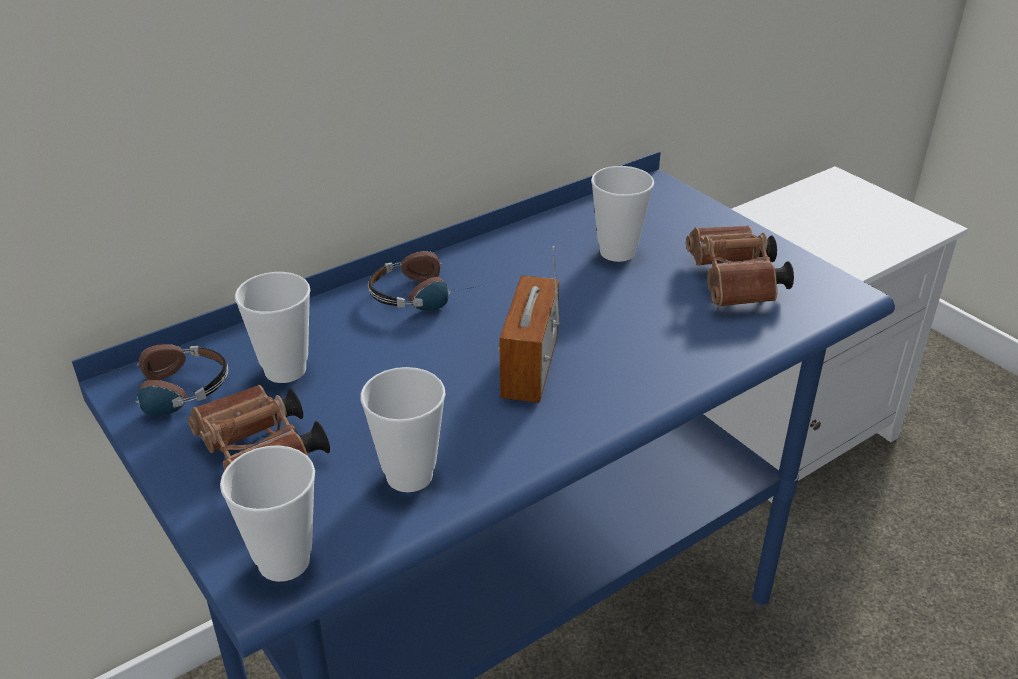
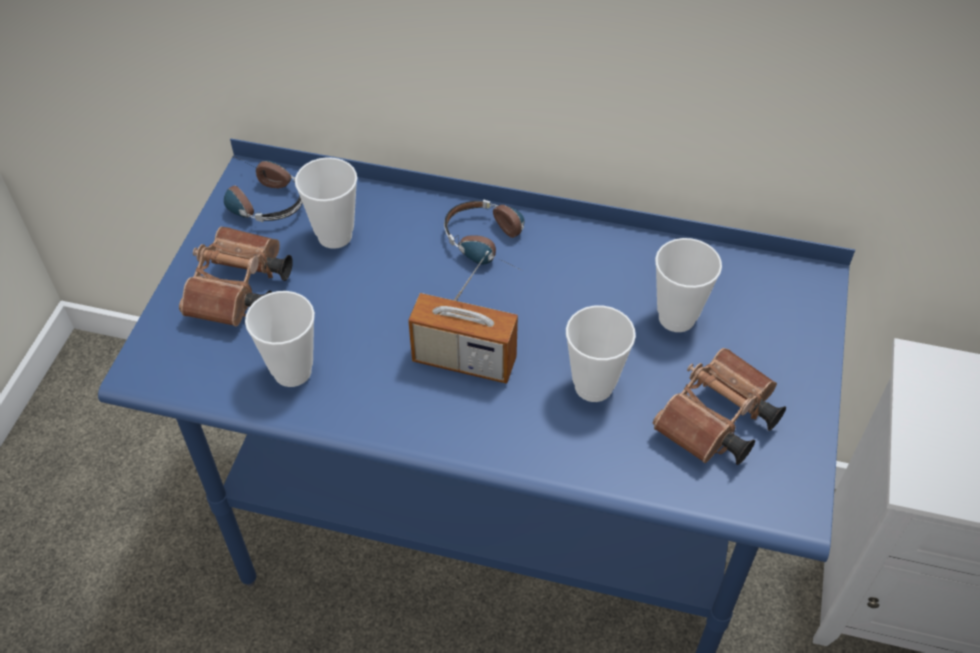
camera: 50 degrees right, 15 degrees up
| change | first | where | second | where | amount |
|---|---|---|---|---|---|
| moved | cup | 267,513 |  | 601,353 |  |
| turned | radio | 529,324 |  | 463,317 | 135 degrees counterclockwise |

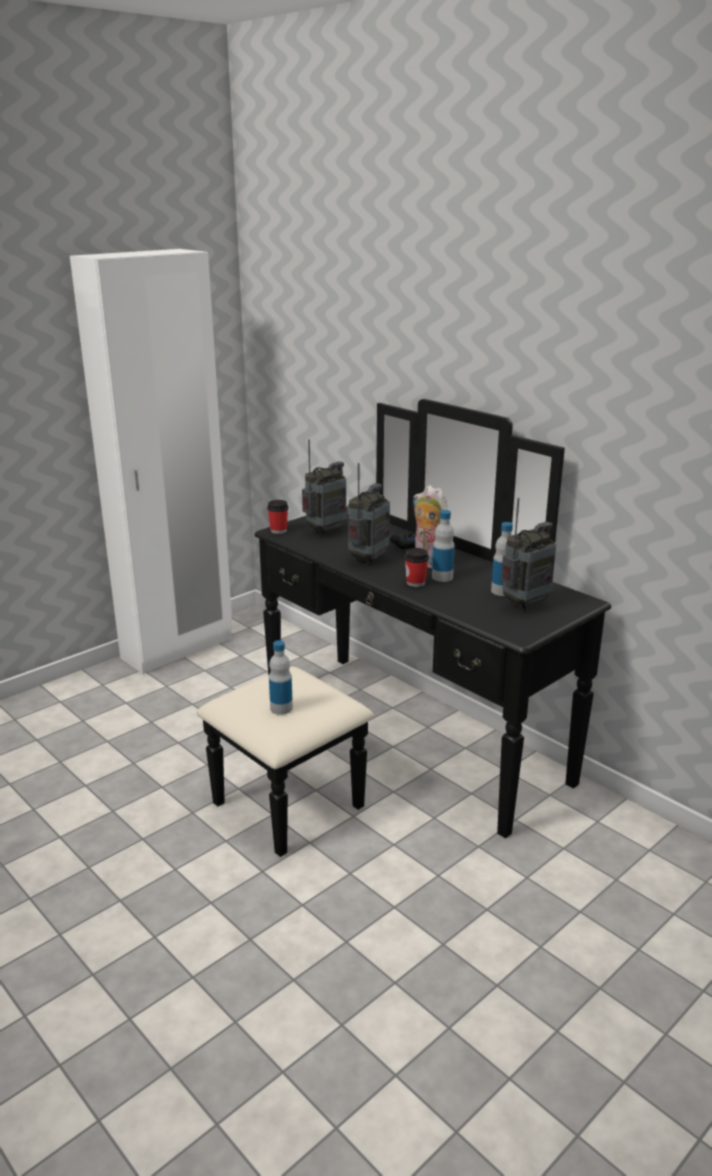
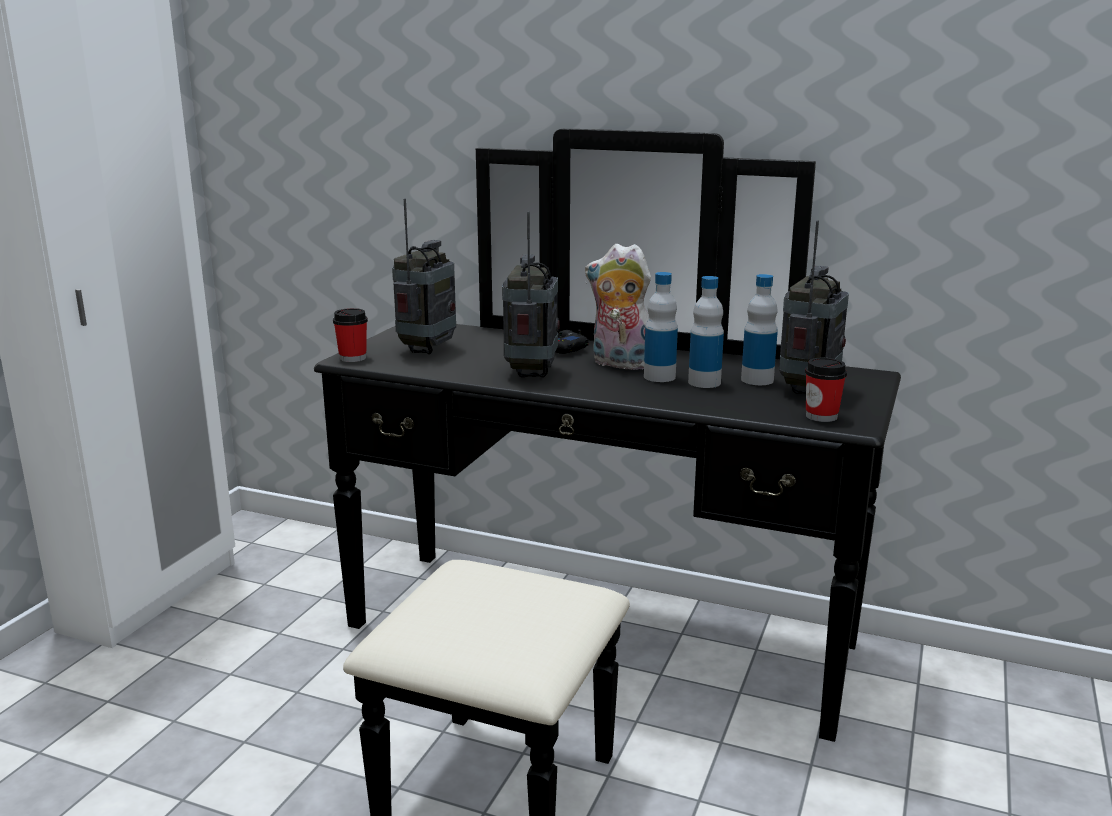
camera: 25 degrees left, 5 degrees down
| change | first | where | second | where | amount |
|---|---|---|---|---|---|
| moved | bottle | 281,677 |  | 706,332 |  |
| moved | cup | 416,567 |  | 826,390 |  |

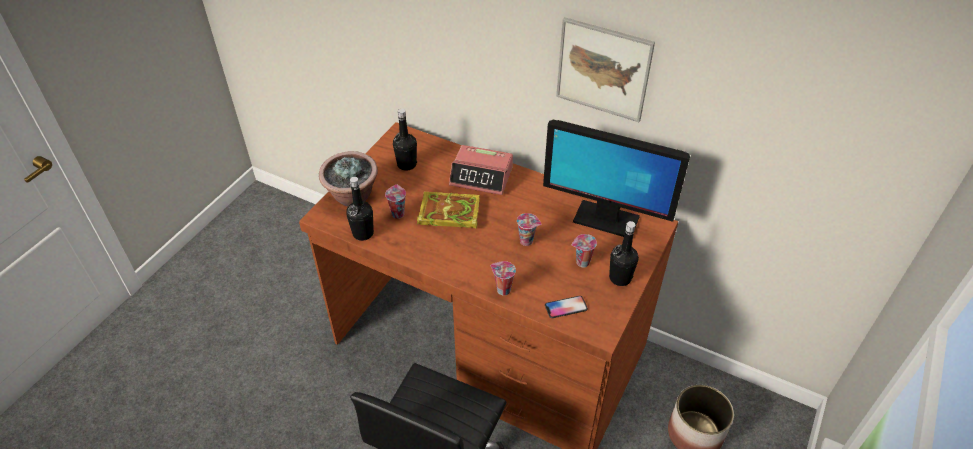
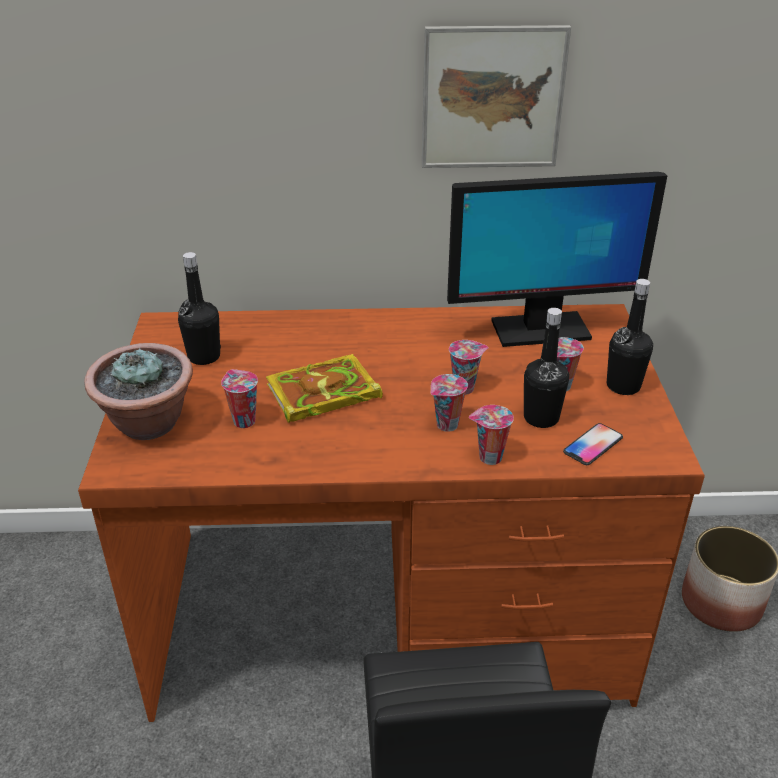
camera: 30 degrees left, 10 degrees down
| change | first | where | second | where | amount |
|---|---|---|---|---|---|
| moved | black bottle | 360,209 |  | 546,368 |  |
| removed | alarm clock | 481,170 |  |  |  |
| added |  |  | cup | 449,403 |  |

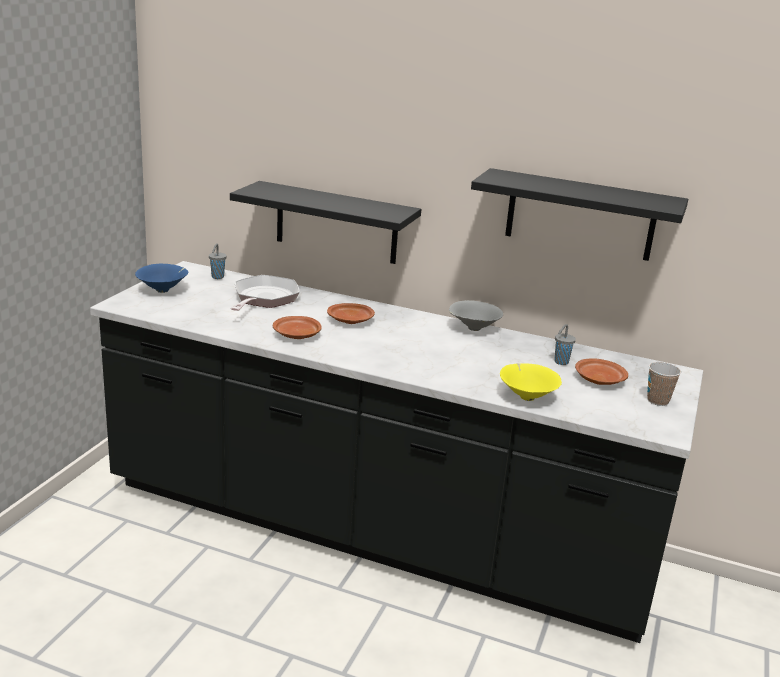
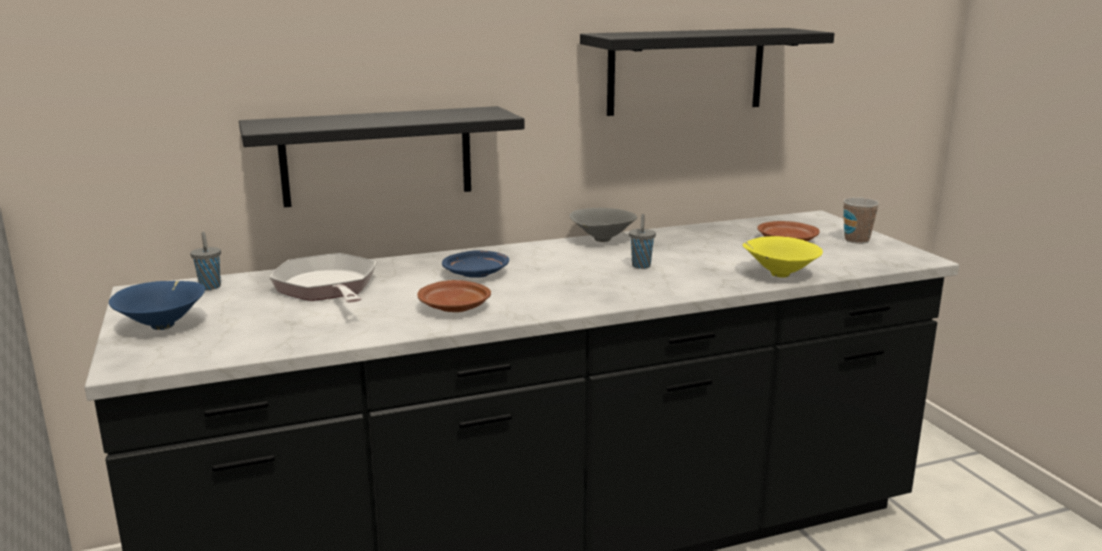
camera: 40 degrees left, 5 degrees down
| change | first | where | second | where | amount |
|---|---|---|---|---|---|
| recoloured | brown plate | 351,313 | blue plate | 475,264 |  |
| moved | grey cup | 565,344 |  | 642,241 |  |

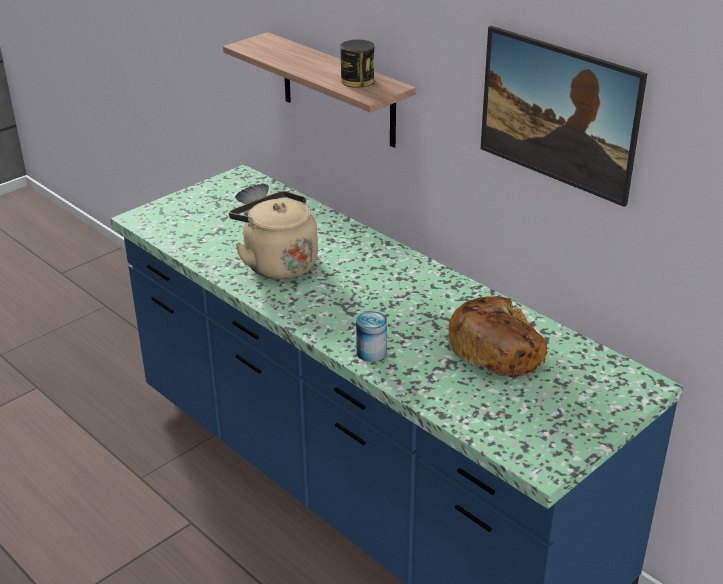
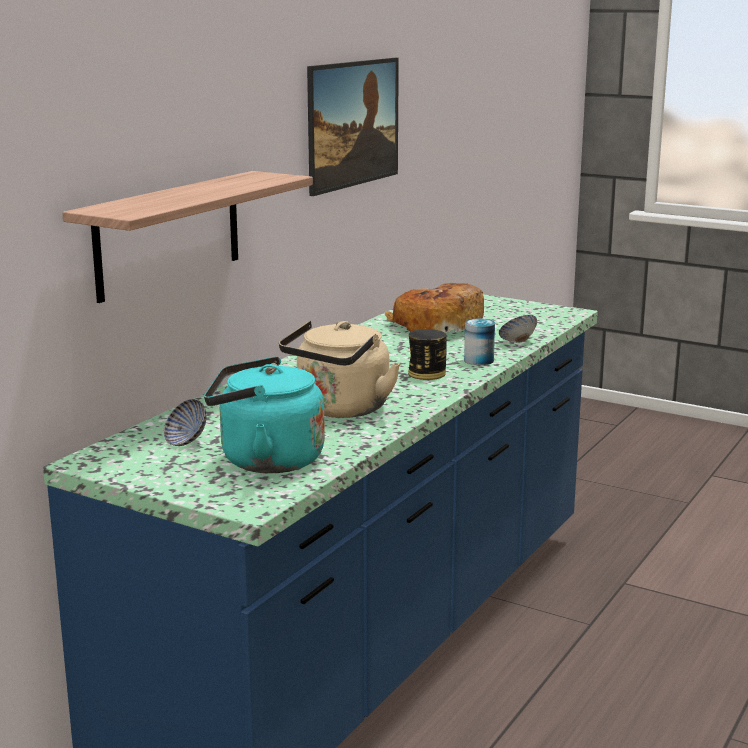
camera: 105 degrees left, 15 degrees down
| change | first | where | second | where | amount |
|---|---|---|---|---|---|
| moved | can | 357,64 |  | 427,354 |  |
| added |  |  | turquoise kettle | 264,415 |  |
| added |  |  | bowl | 518,328 |  |

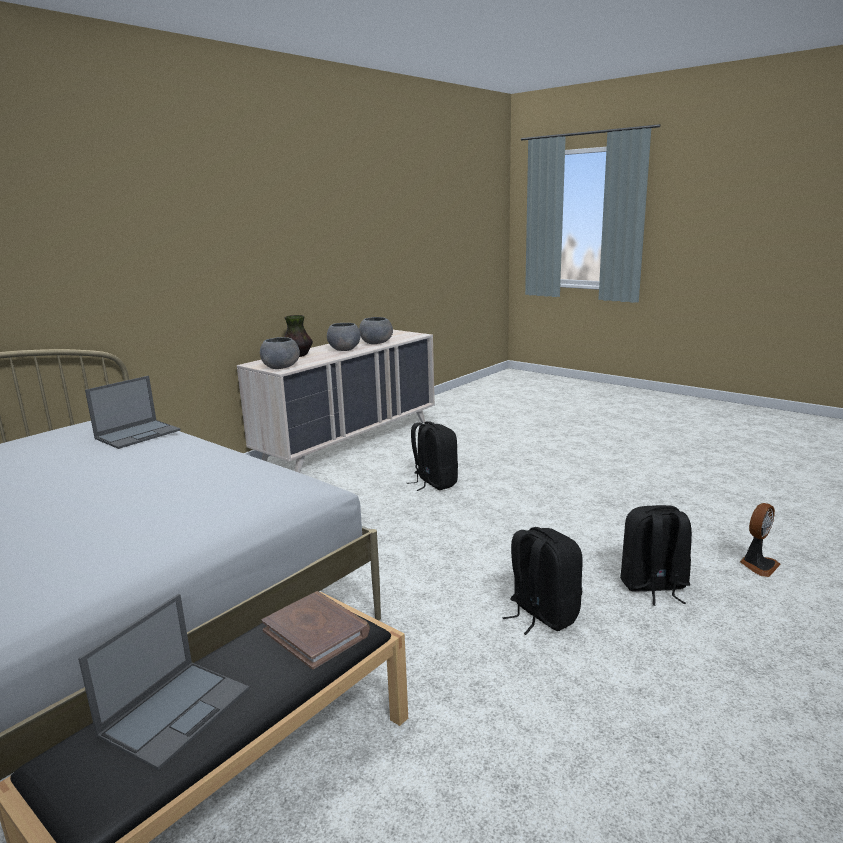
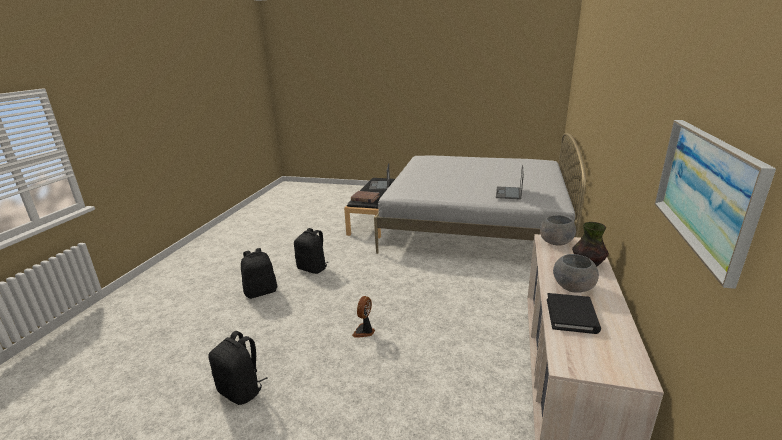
camera: 155 degrees right, 5 degrees up
| change | first | where | second | where | amount |
|---|---|---|---|---|---|
| replaced | grey bowl | 376,330 | black book | 574,313 |  |
| moved | black backpack | 432,456 |  | 238,368 |  |
| moved | fan | 760,540 |  | 363,317 |  |
| added |  |  | picture | 715,204 |  |

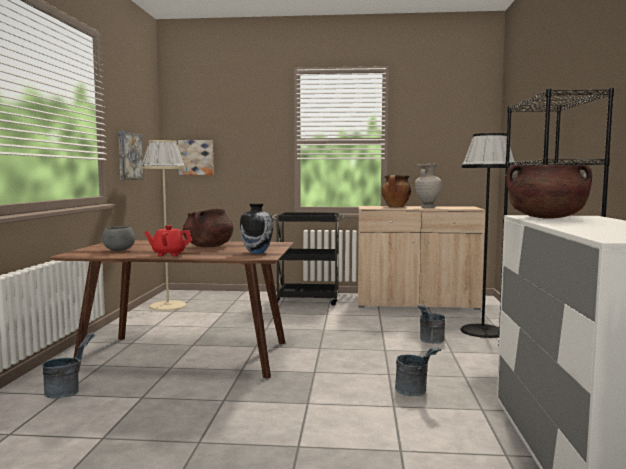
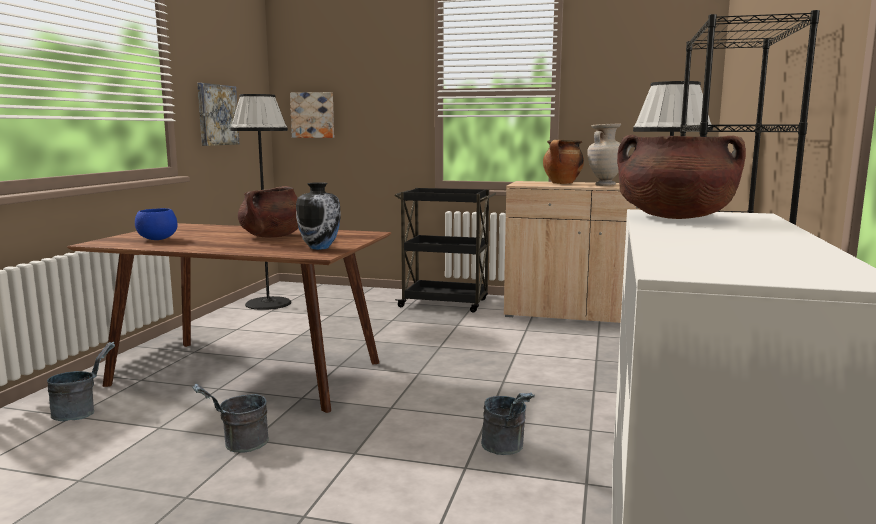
camera: 10 degrees right, 5 degrees up
| change | first | where | second | where | amount |
|---|---|---|---|---|---|
| recoloured | grey bowl | 118,238 | blue bowl | 156,224 |  |
| recoloured | beige floor lamp | 163,225 | black floor lamp | 260,202 |  |
| removed | red teapot | 168,240 |  |  |  |
| moved | grey bucket | 431,324 |  | 230,418 |  |

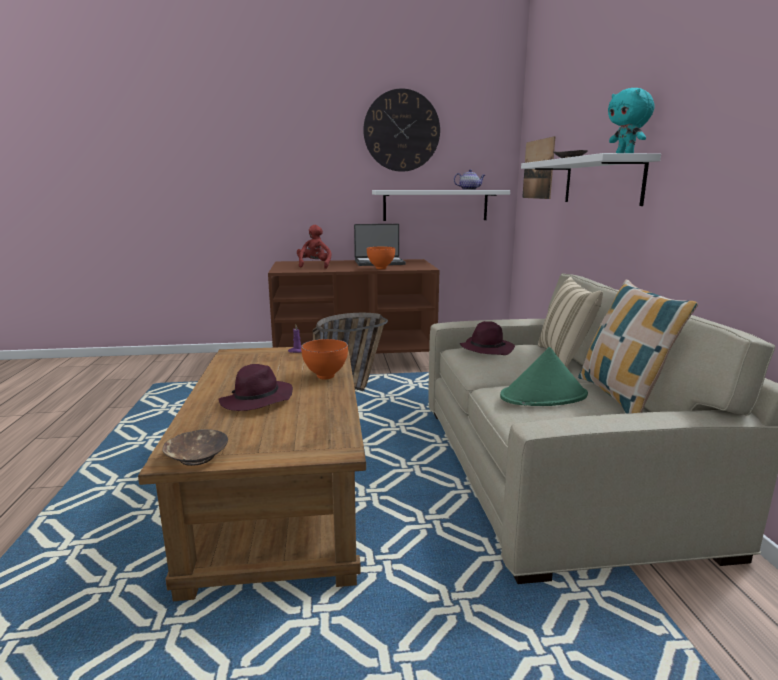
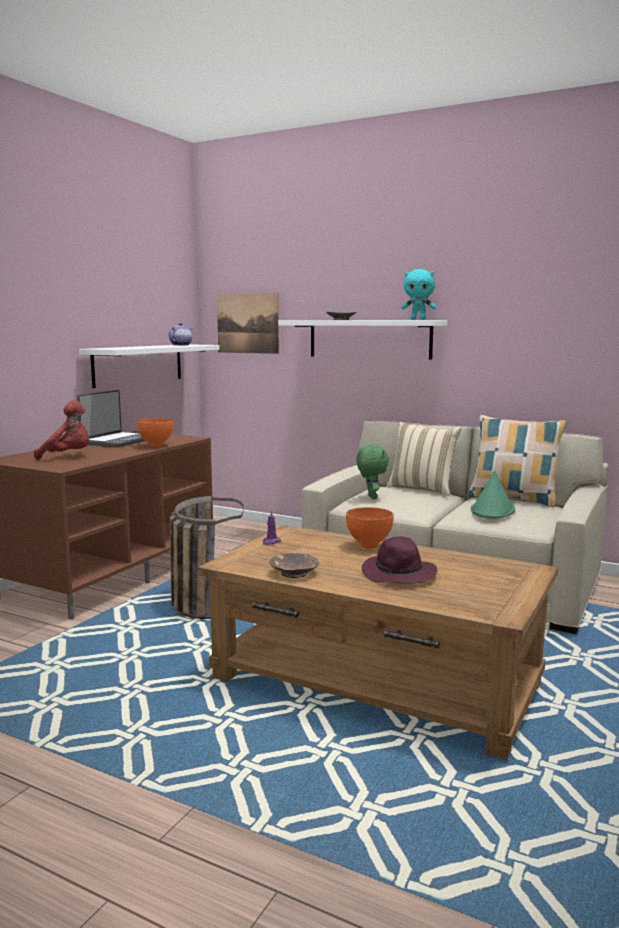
camera: 55 degrees left, 5 degrees down
| change | first | where | second | where | amount |
|---|---|---|---|---|---|
| moved | brown bowl | 195,447 |  | 294,565 |  |
| turned | red plush toy | 314,247 |  | 61,430 | 150 degrees clockwise |
| removed | wall clock | 401,130 |  |  |  |
| replaced | purple hat | 487,338 | green plush toy | 372,472 |  |

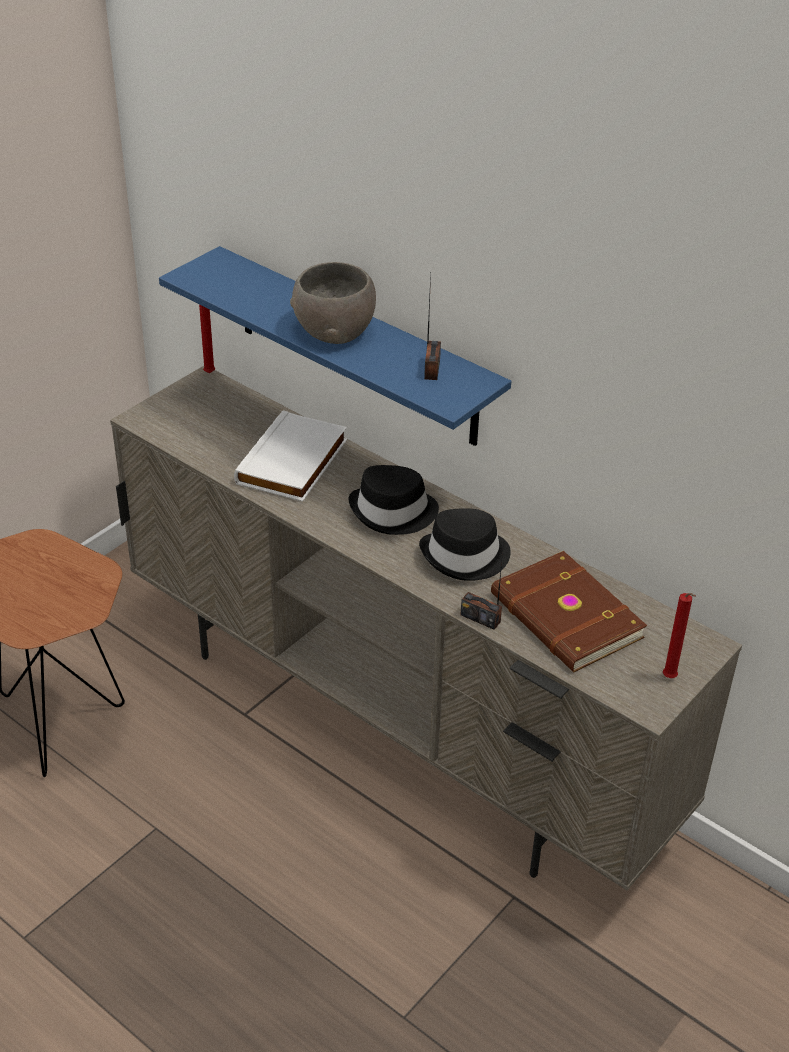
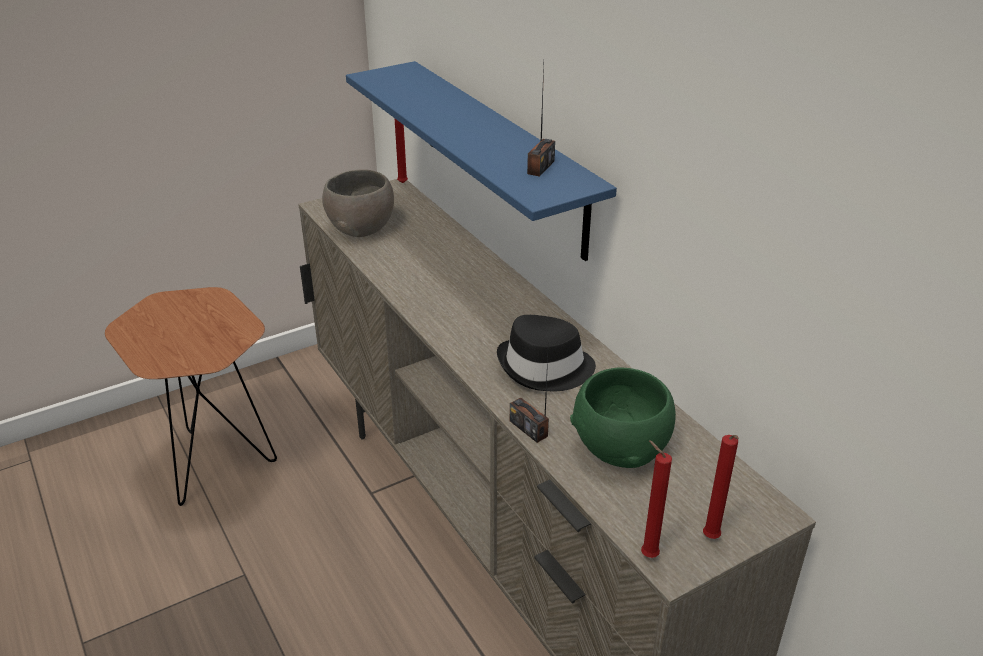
camera: 20 degrees right, 5 degrees down
| change | first | where | second | where | amount |
|---|---|---|---|---|---|
| removed | white book | 290,456 |  |  |  |
| moved | grey bowl | 333,303 |  | 358,203 |  |
| removed | black hat | 393,500 |  |  |  |
| replaced | brown book | 569,612 | green bowl | 623,418 |  |
| added |  |  | red candle | 656,499 |  |

